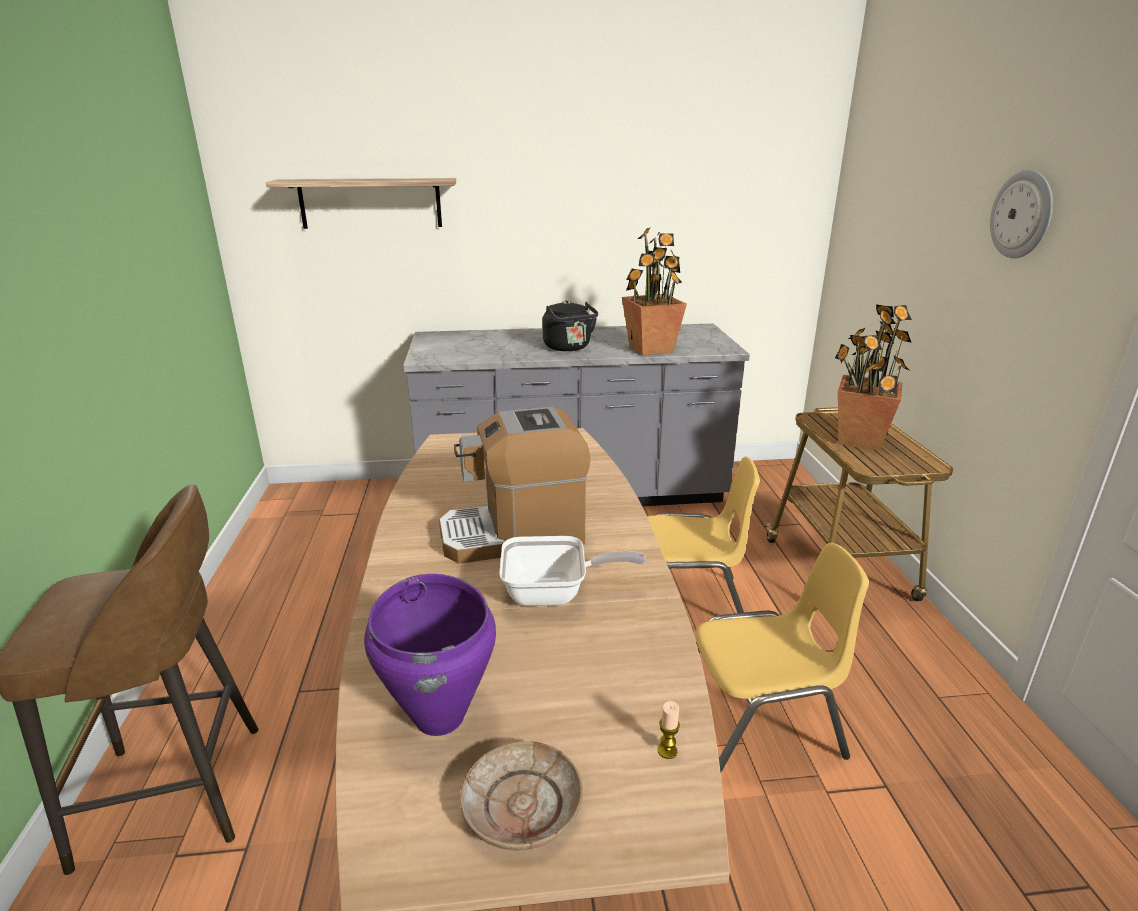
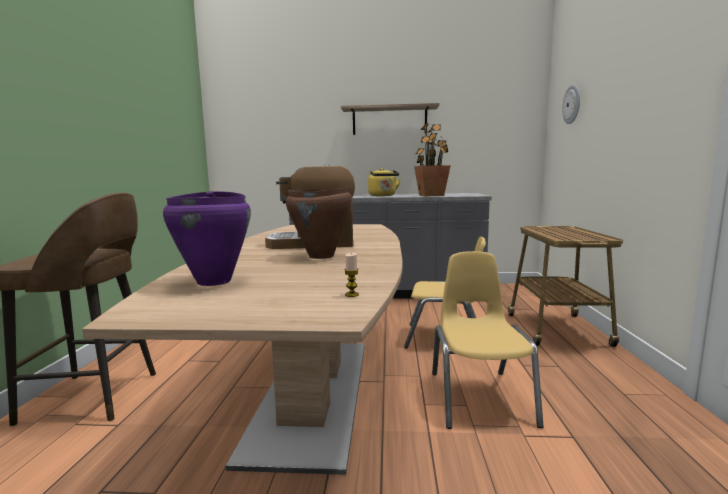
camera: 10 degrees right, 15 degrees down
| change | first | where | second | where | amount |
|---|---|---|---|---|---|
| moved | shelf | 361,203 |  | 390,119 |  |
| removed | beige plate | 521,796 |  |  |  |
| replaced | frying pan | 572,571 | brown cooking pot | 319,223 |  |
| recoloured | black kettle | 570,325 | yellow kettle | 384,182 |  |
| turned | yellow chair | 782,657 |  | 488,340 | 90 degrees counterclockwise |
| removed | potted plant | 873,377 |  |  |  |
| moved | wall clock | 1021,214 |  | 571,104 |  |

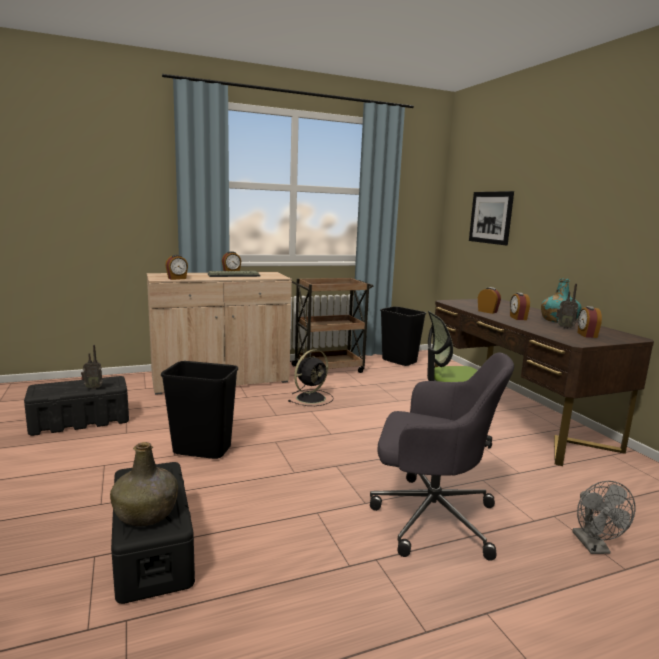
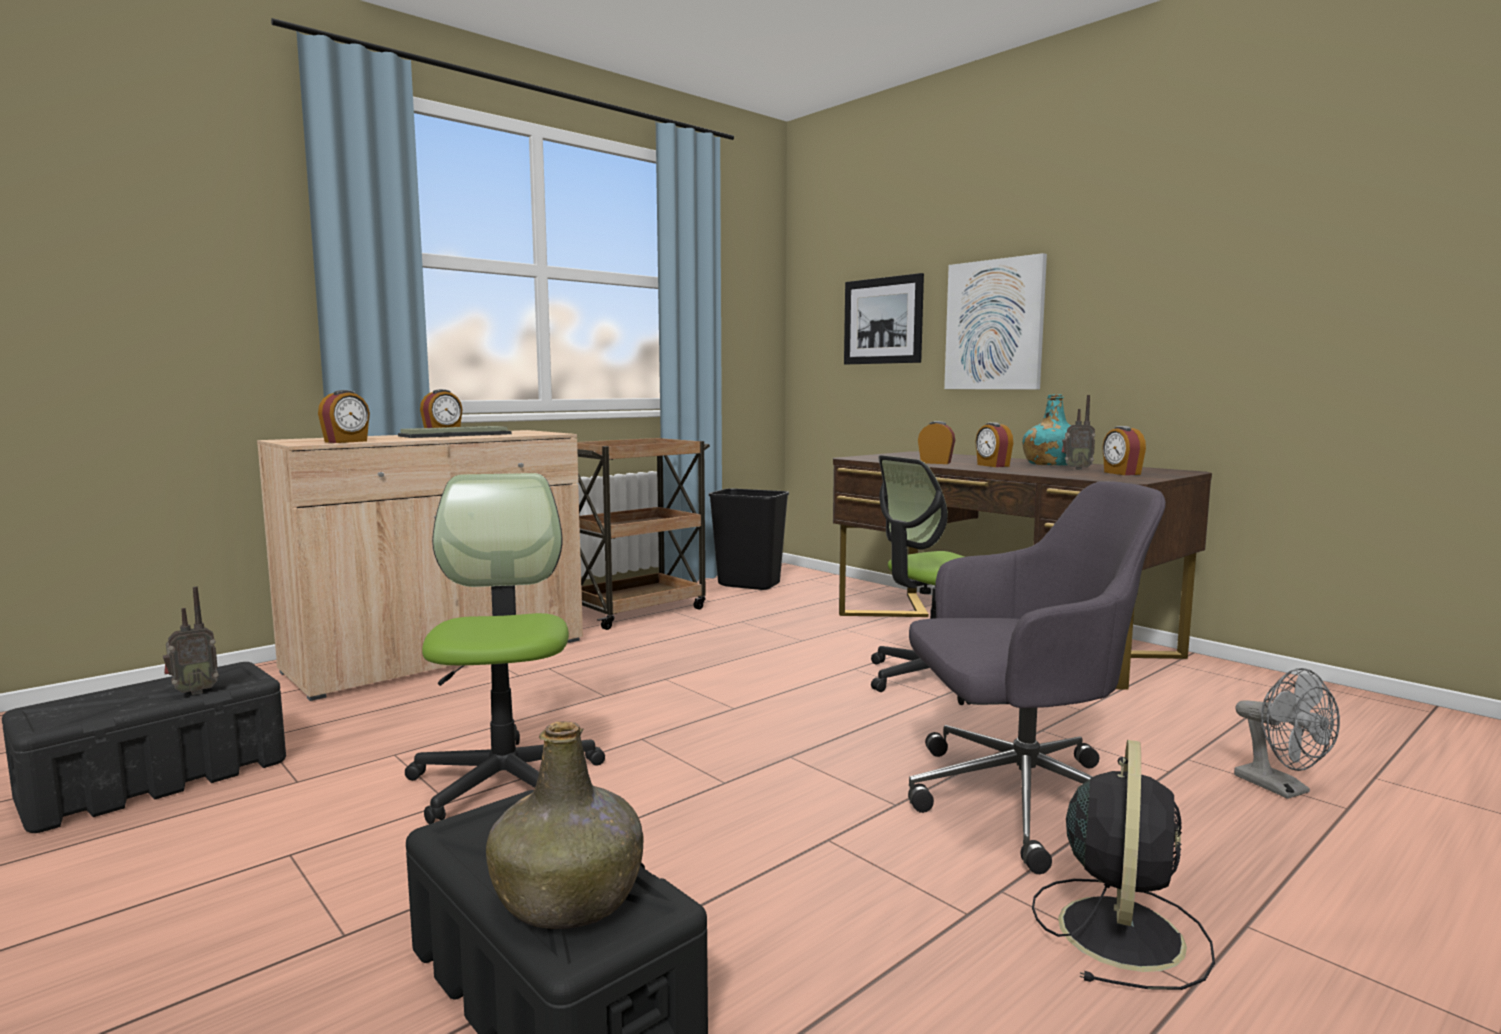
camera: 20 degrees left, 5 degrees down
| change | first | where | second | where | amount |
|---|---|---|---|---|---|
| replaced | black trash can | 199,410 | office chair | 505,648 |  |
| moved | black fan | 311,377 |  | 1123,865 |  |
| added |  |  | picture | 995,321 |  |

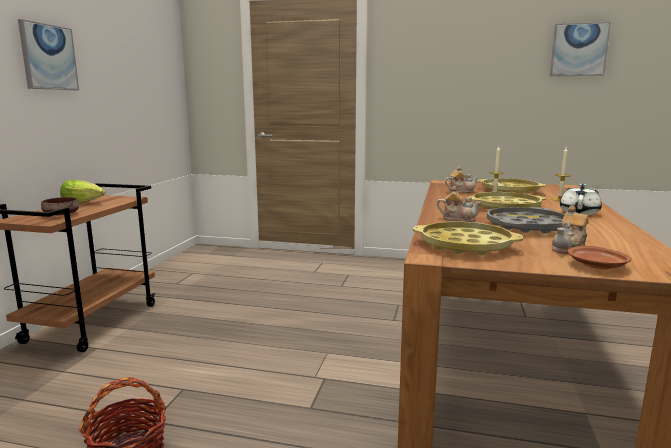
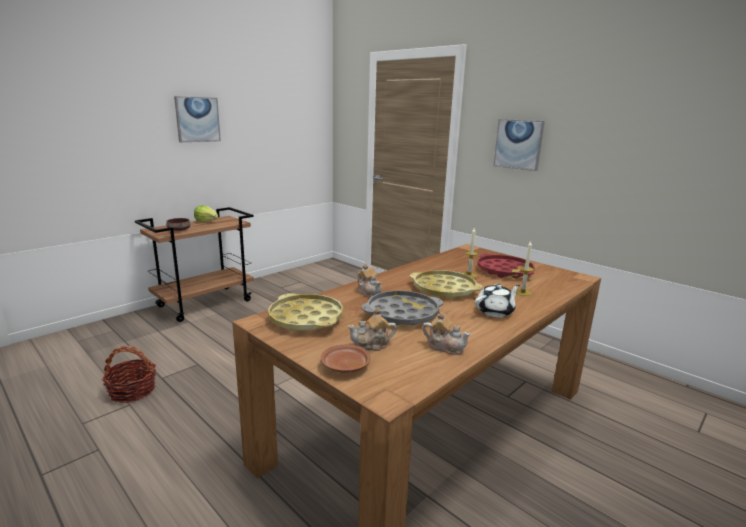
camera: 30 degrees right, 5 degrees up
| change | first | where | second | where | amount |
|---|---|---|---|---|---|
| moved | teapot | 461,179 |  | 446,333 |  |
| recoloured | yellow tray | 512,186 | red tray | 506,266 |  |
| moved | picture | 580,49 |  | 519,145 |  |

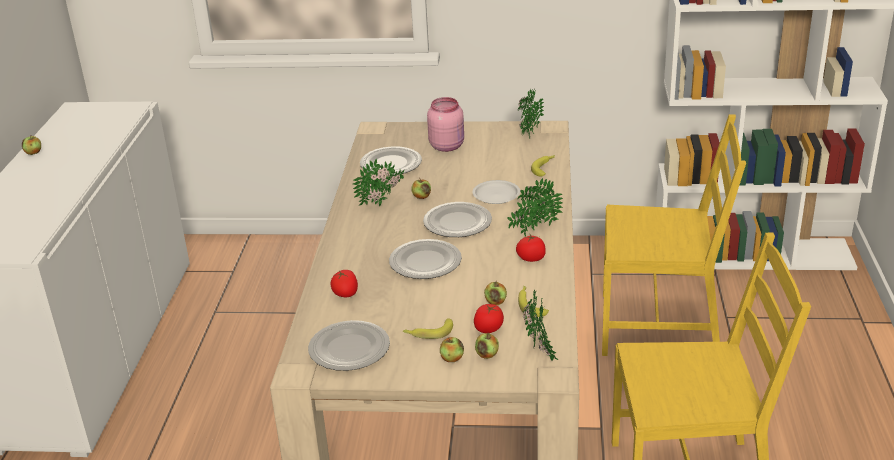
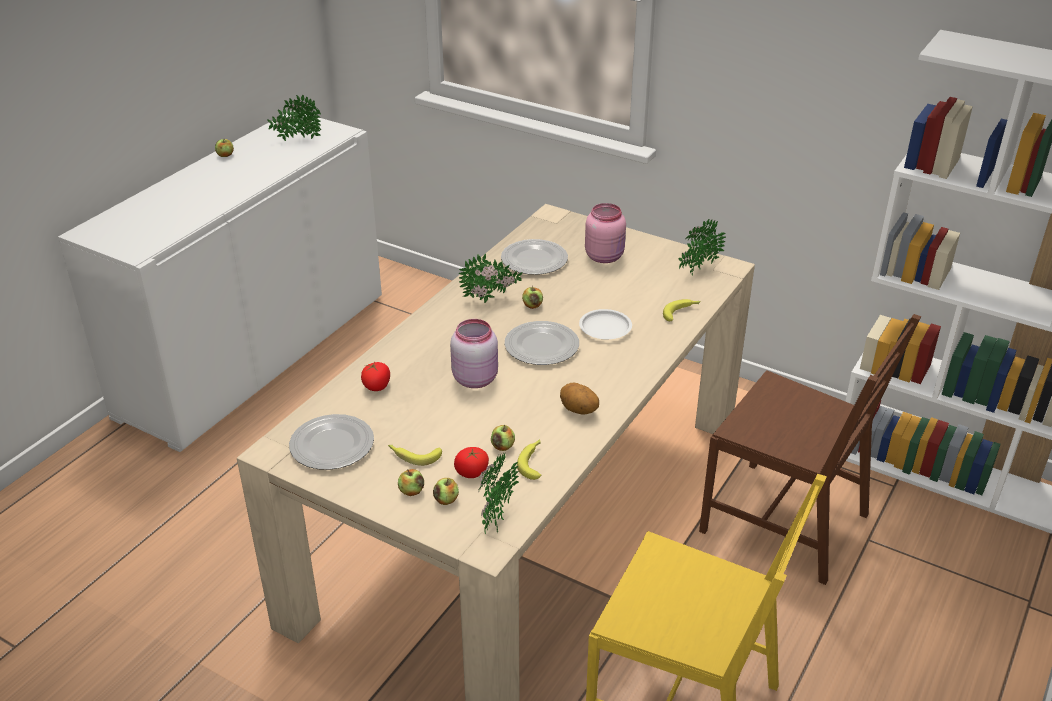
camera: 25 degrees right, 5 degrees up
| change | first | where | second | where | amount |
|---|---|---|---|---|---|
| replaced | plate | 425,259 | pink jar | 474,353 |  |
| moved | potted plant | 535,207 |  | 294,118 |  |
| replaced | tomato | 531,247 | potato | 579,399 |  |
| recoloured | yellow chair | 674,235 | brown chair | 810,449 |  |

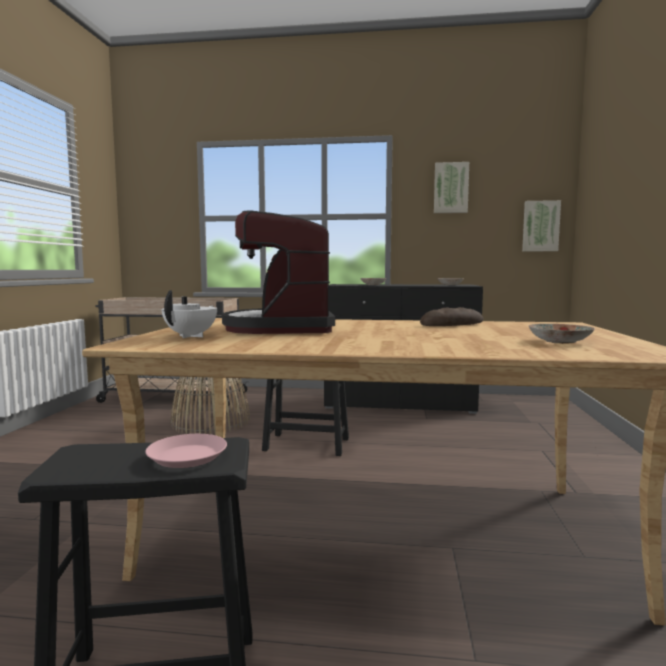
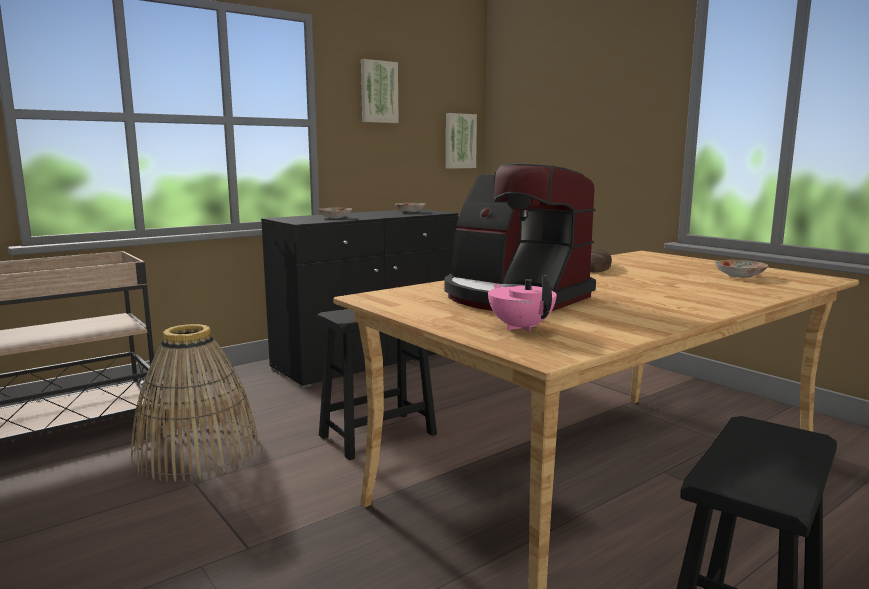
camera: 45 degrees left, 5 degrees up
| change | first | where | second | where | amount |
|---|---|---|---|---|---|
| removed | pink plate | 186,451 |  |  |  |
| recoloured | white teapot | 189,314 | pink teapot | 522,303 |  |

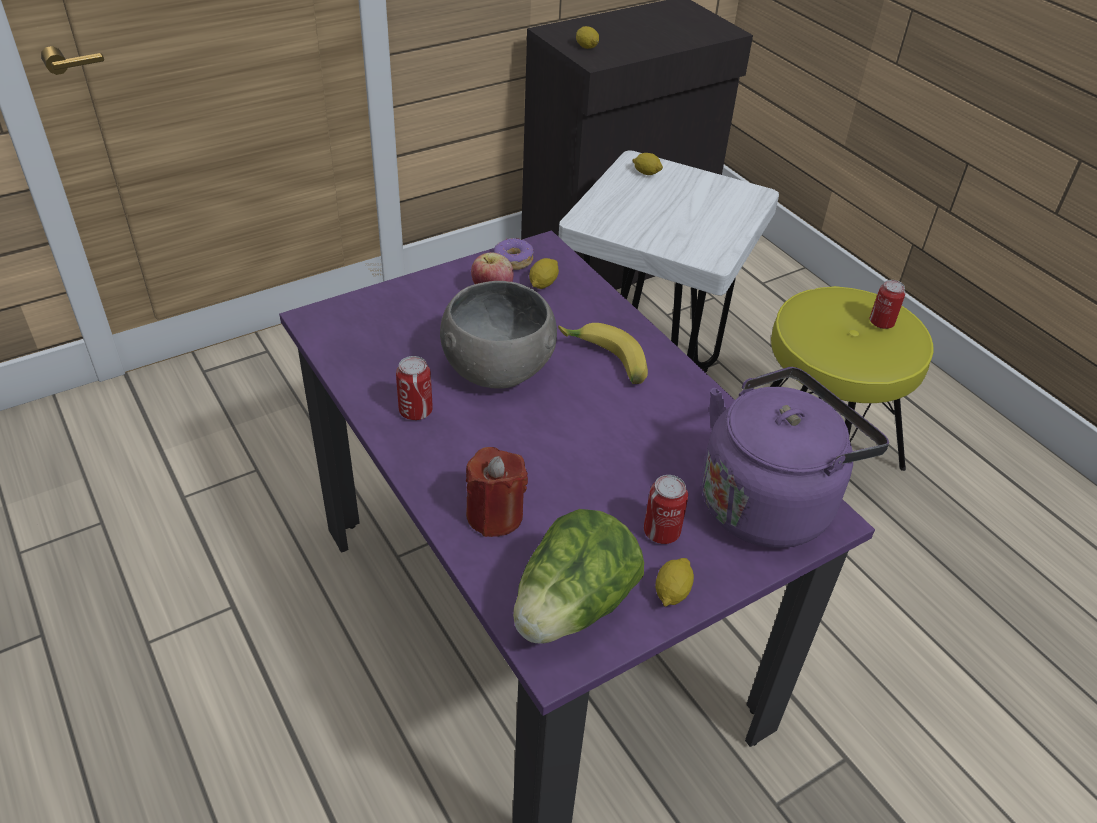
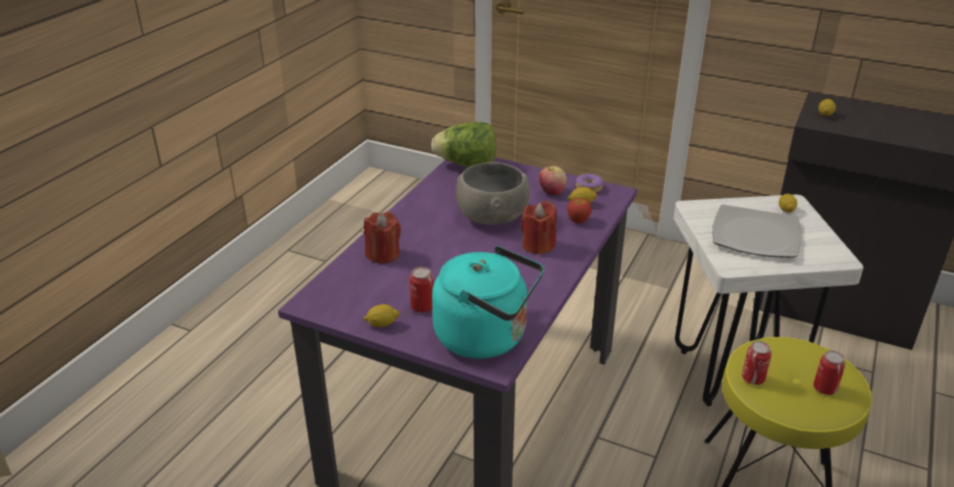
camera: 60 degrees right, 10 degrees down
| change | first | where | second | where | amount |
|---|---|---|---|---|---|
| moved | can | 414,388 |  | 757,363 |  |
| moved | lettuce | 578,576 |  | 463,144 |  |
| replaced | banana | 603,353 | red candle | 539,228 |  |
| recoloured | purple kettle | 795,457 | turquoise kettle | 488,302 |  |
| added |  |  | apple | 579,210 |  |
| added |  |  | plate | 757,231 |  |

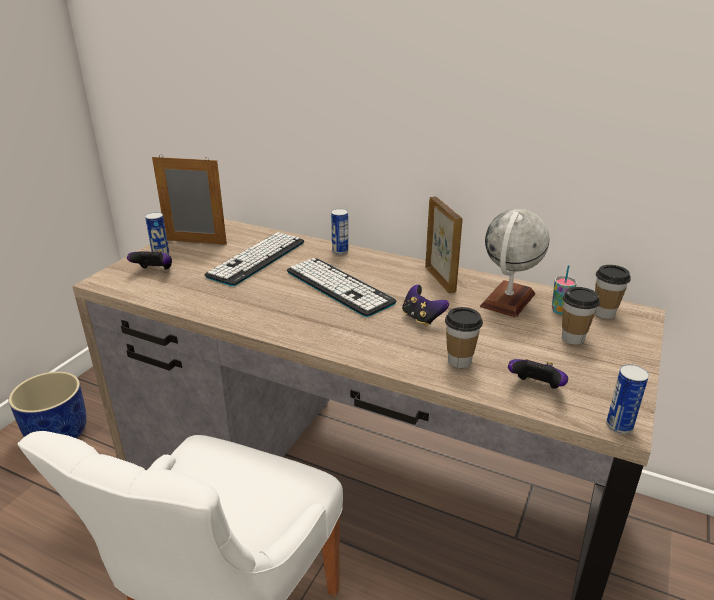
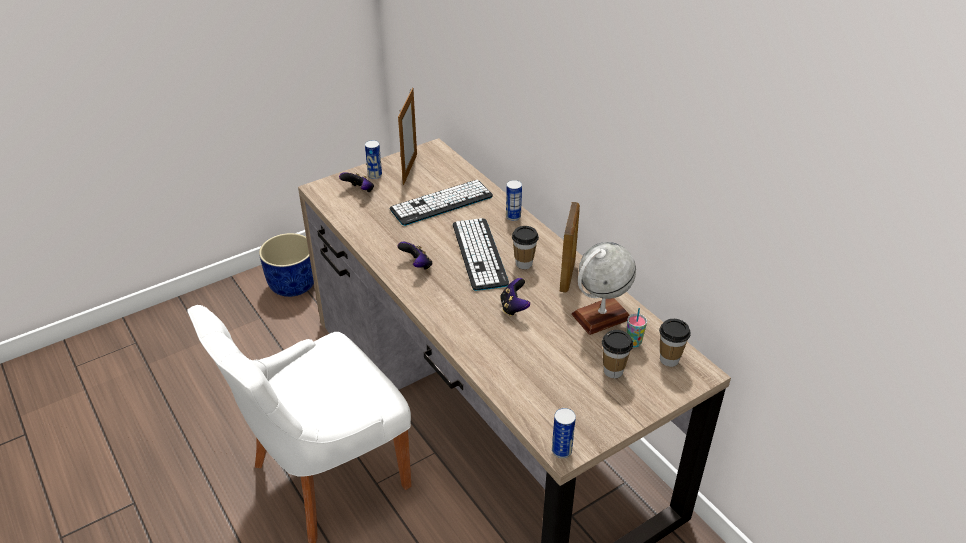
camera: 30 degrees right, 10 degrees up
| change | first | where | second | where | amount |
|---|---|---|---|---|---|
| turned | picture frame | 189,200 |  | 407,136 | 60 degrees clockwise |
| moved | cup | 464,337 |  | 525,247 |  |
| moved | game controller | 538,374 |  | 415,256 |  |

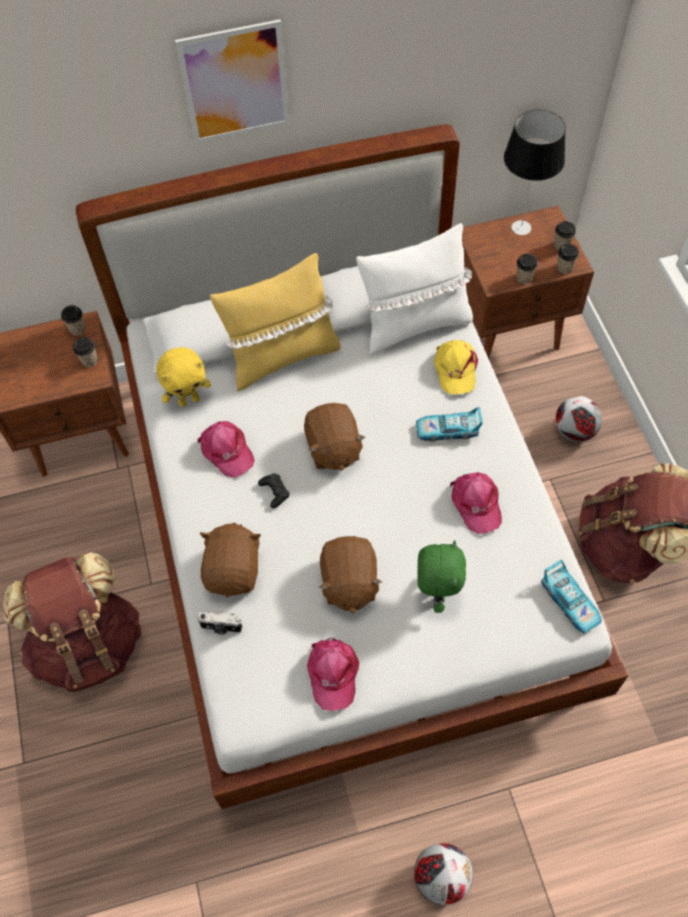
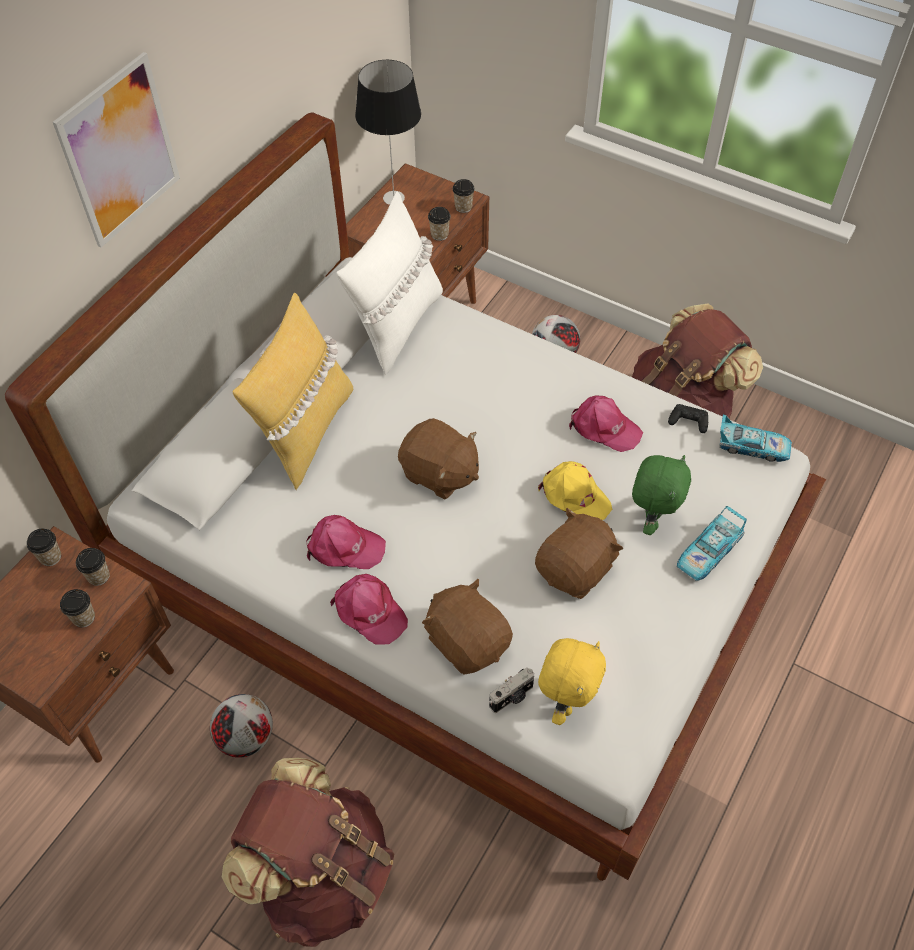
camera: 45 degrees left, 5 degrees down
| change | first | where | second | where | amount |
|---|---|---|---|---|---|
| moved | yellow plush toy | 183,377 |  | 572,681 |  |
| moved | black game controller | 274,491 |  | 688,418 |  |
| moved | pink cap | 333,674 |  | 369,609 |  |
| turned | brown plush toy | 350,574 |  | 579,553 | 90 degrees counterclockwise |
| moved | football | 443,874 |  | 241,726 |  |
| moved | toy car | 449,424 |  | 712,543 |  |
| turned | green plush toy | 441,576 |  | 661,495 | 60 degrees clockwise |
| moved | yellow cap | 456,367 |  | 575,490 |  |
| moved | cup | 565,235 |  | 77,608 |  |

